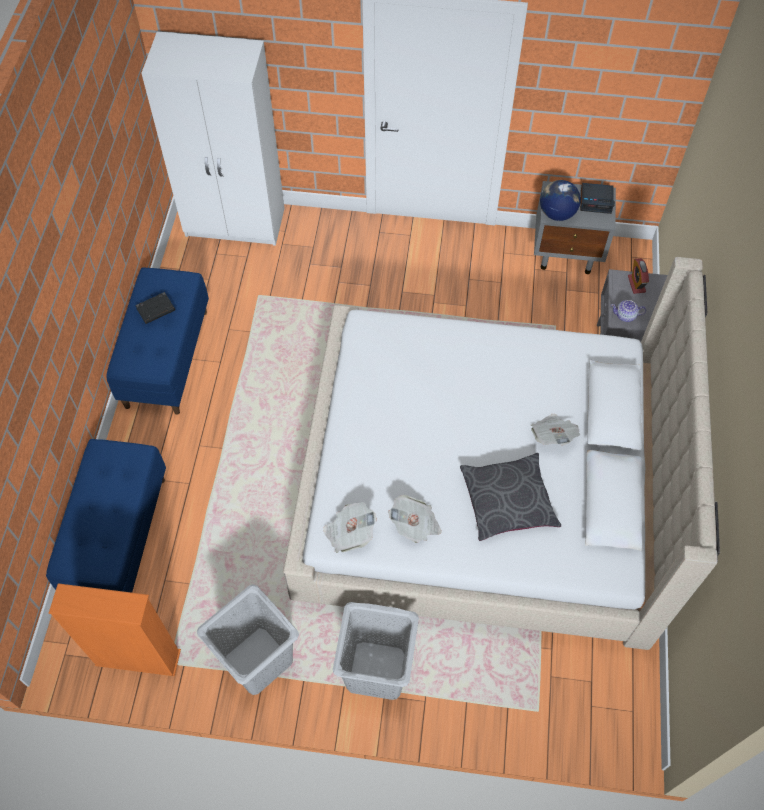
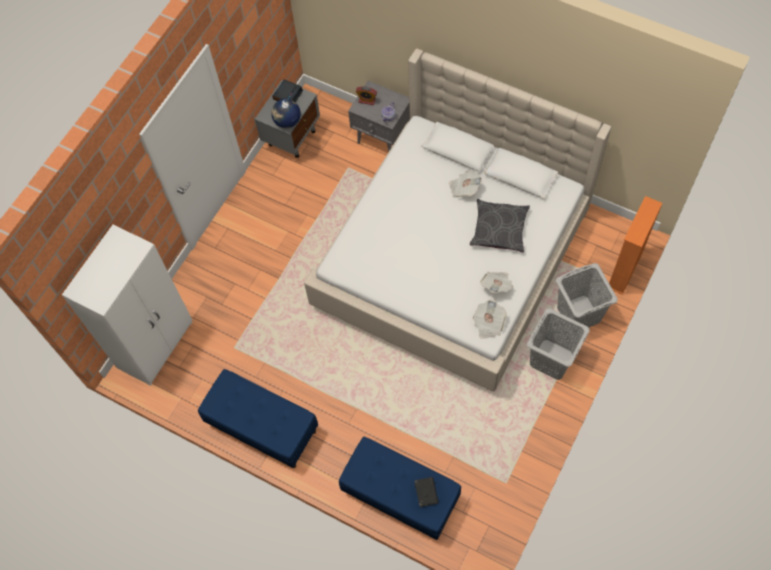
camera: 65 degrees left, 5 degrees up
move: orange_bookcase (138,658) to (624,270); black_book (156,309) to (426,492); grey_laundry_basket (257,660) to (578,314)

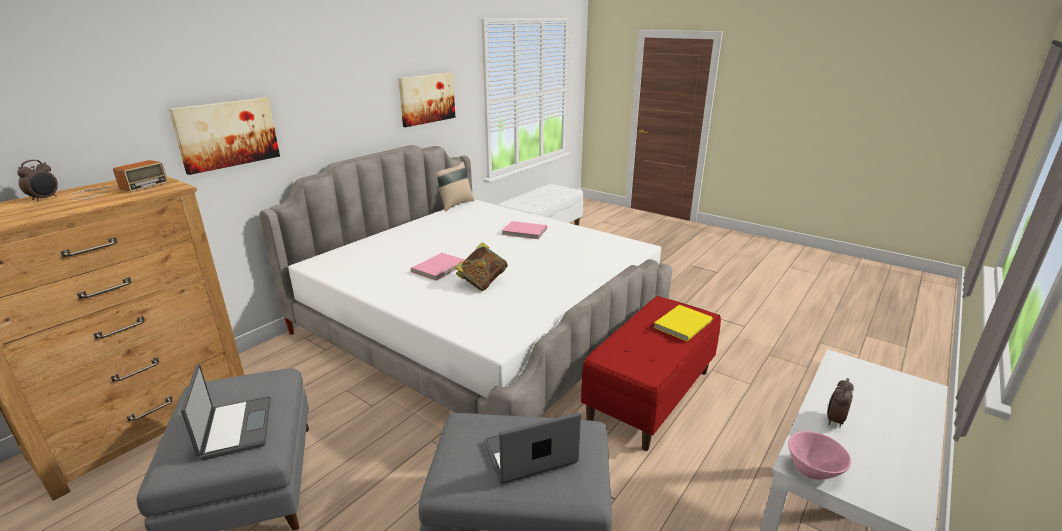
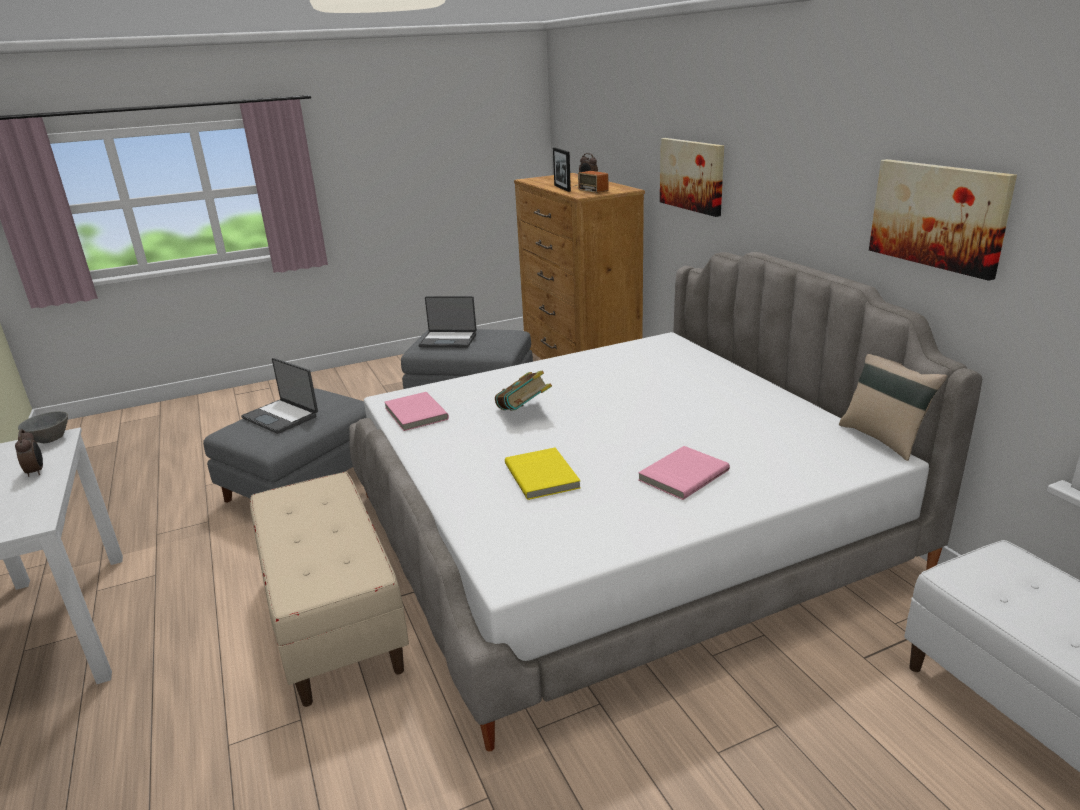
camera: 120 degrees right, 0 degrees up
insert: picture_frame (562,188)
move: pink_book (439,268) to (414,414); yellow_book (681,324) to (543,476)
recolor: red_bench (649,395) to beige_bench (334,619); pink_bowl (814,471) to grey_bowl (49,439)
rotate: laptop (530,455) = (281,417) 120 degrees clockwise

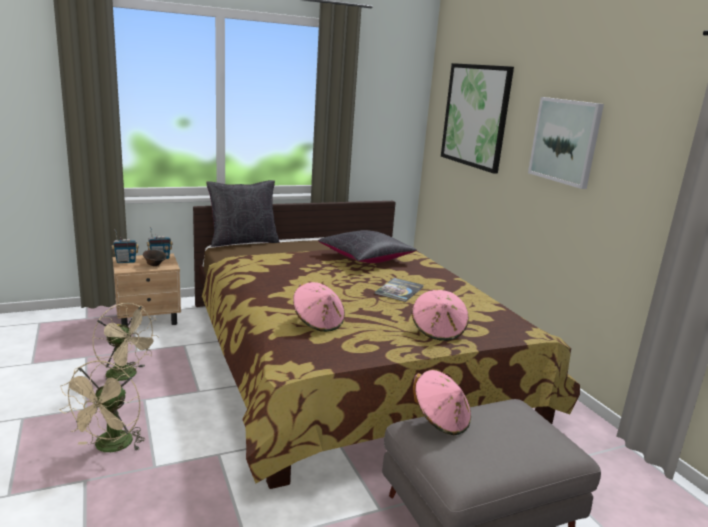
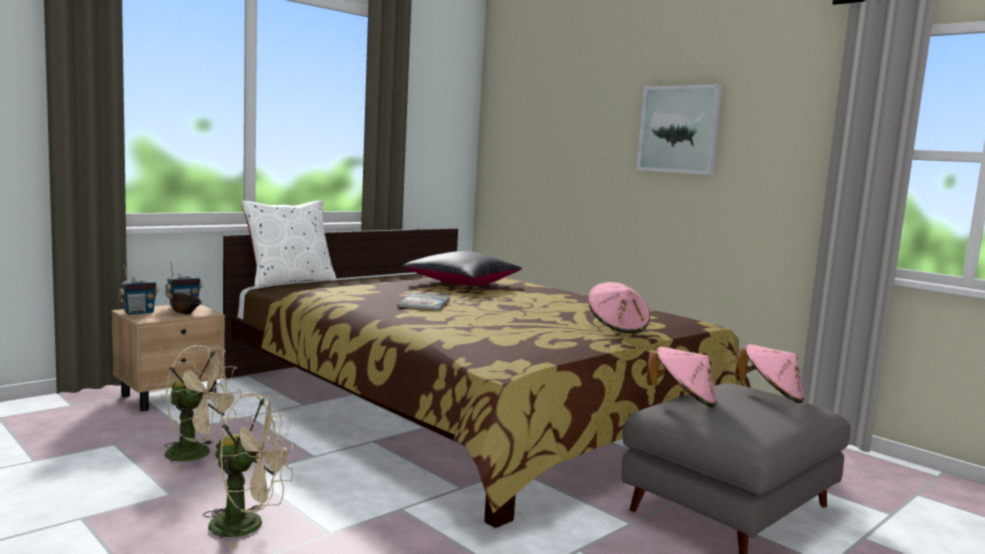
camera: 20 degrees left, 10 degrees down
delete: picture (475,116)
move: pink_hat (318,323) to (770,396); book (399,290) to (424,303)
recolor: black_pillow (243,242) to white_pillow (289,282)
rotate: beige_fan (110,447) = (248,526) 75 degrees counterclockwise

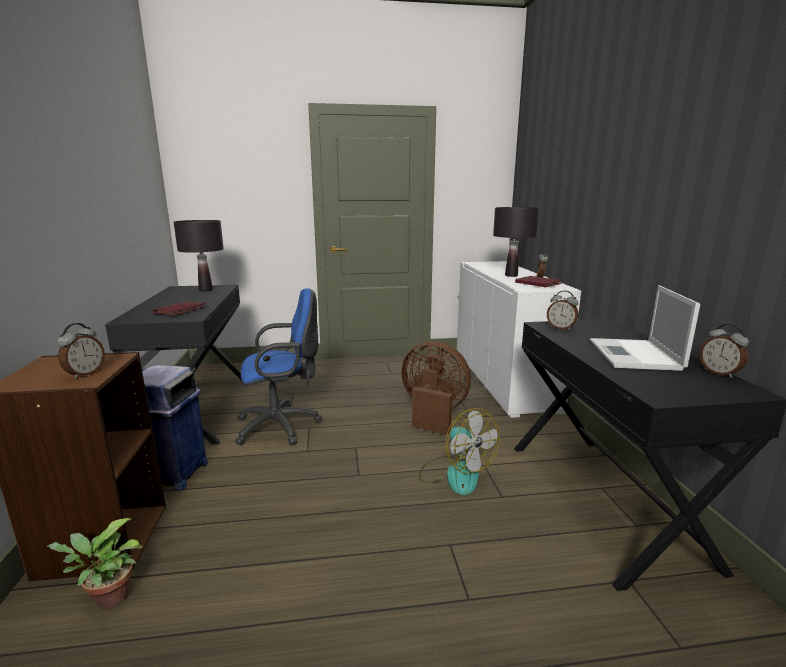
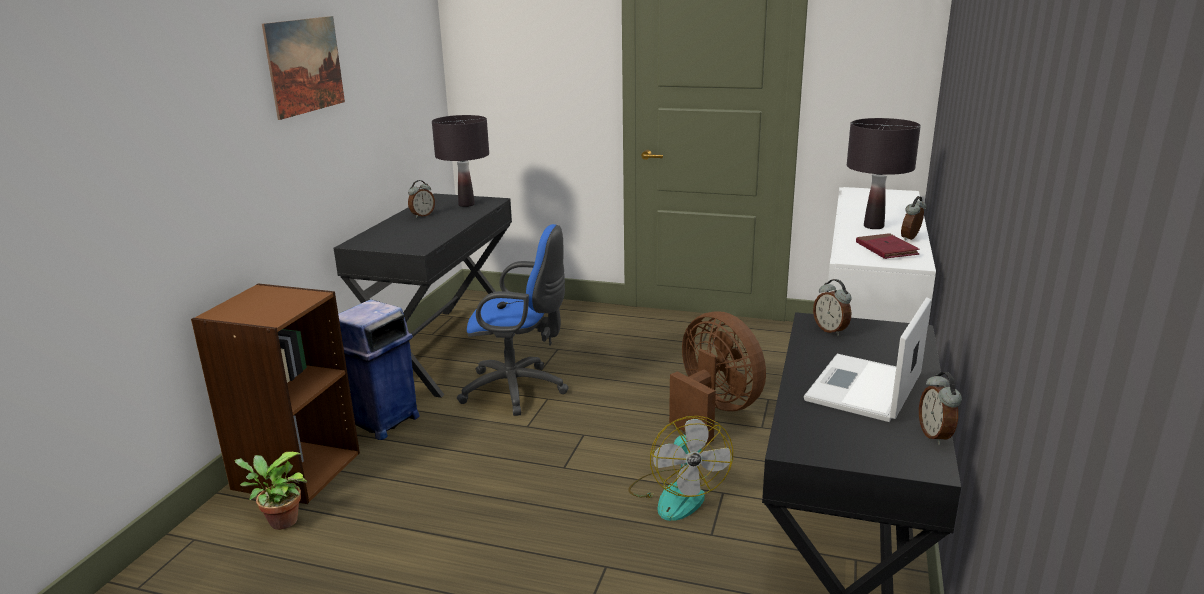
camera: 25 degrees right, 5 degrees up
delete: red_book (180,311)
insert: picture (305,66)
move: alarm_clock (85,374) to (422,215)

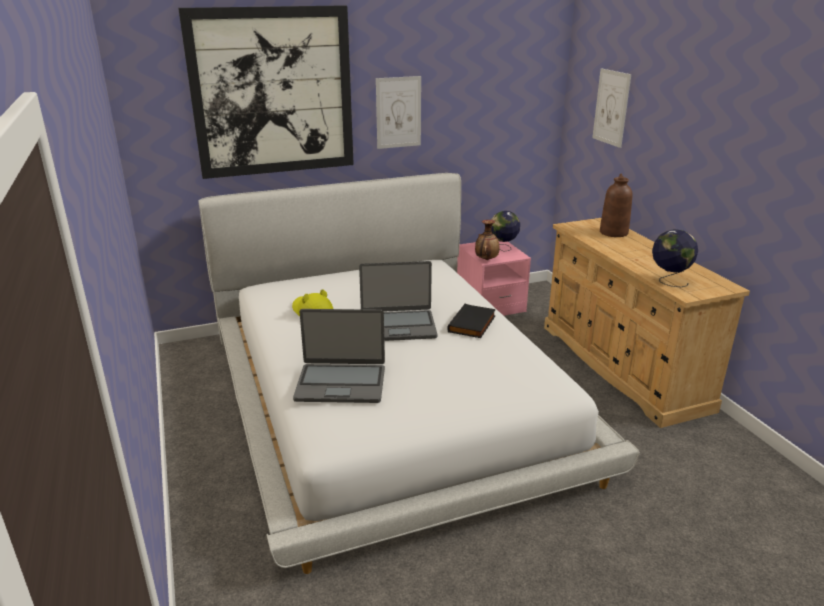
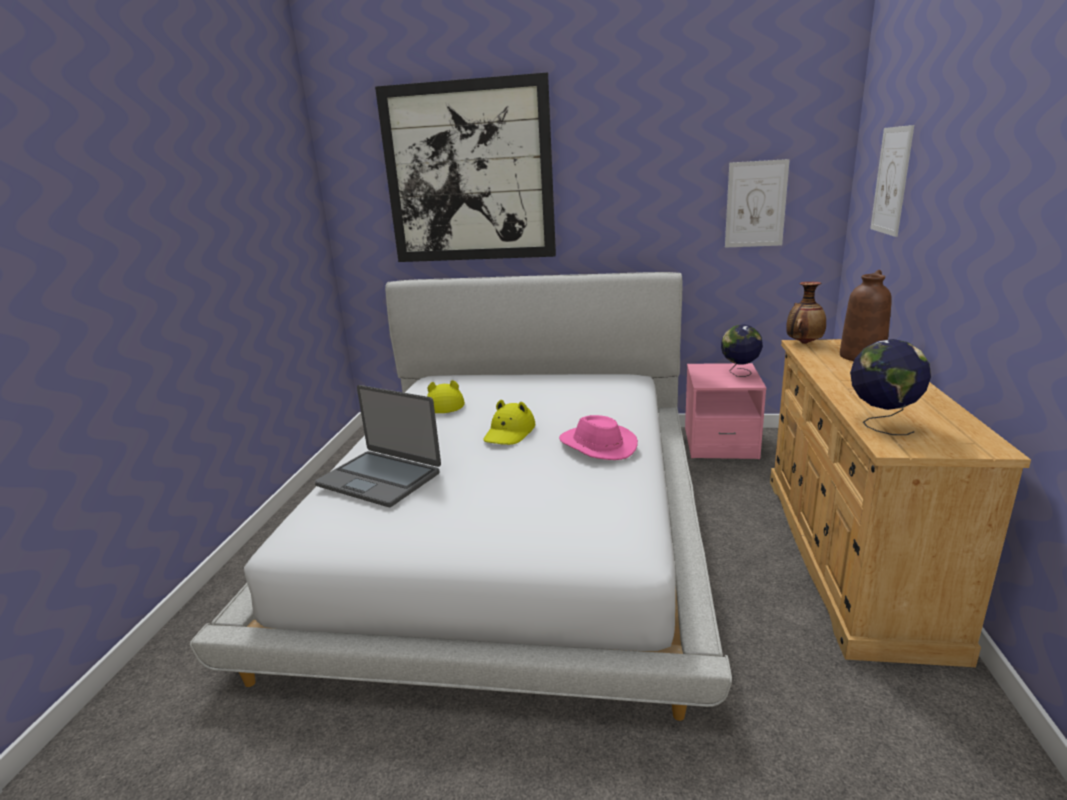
camera: 30 degrees right, 5 degrees down
move: picture (398,112) to (756,204); vase (486,259) to (803,343)
replace: laptop (398,326) to yellow_hat (509,433); black_book (473,324) to pink_hat (596,446)

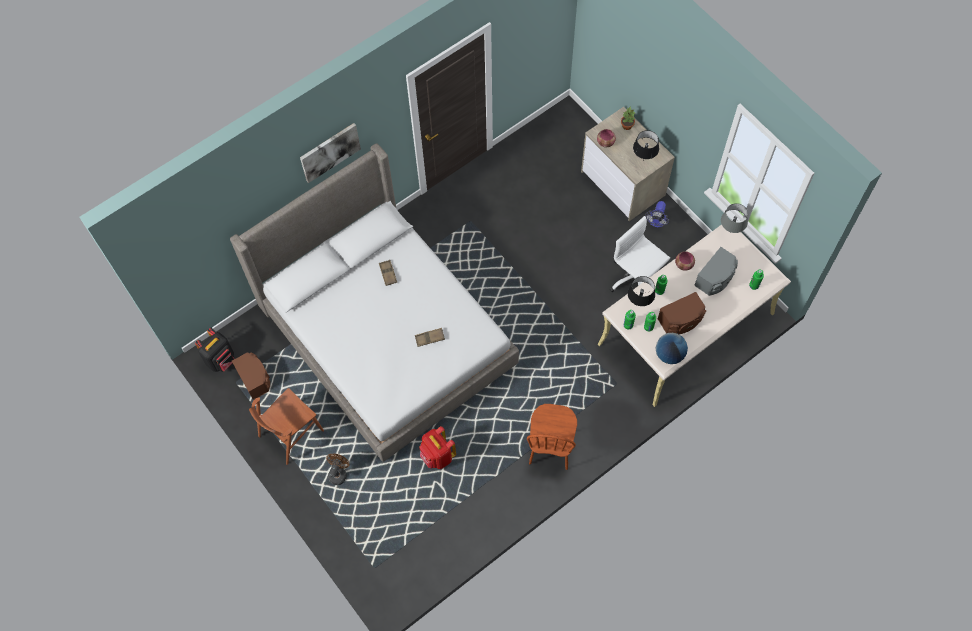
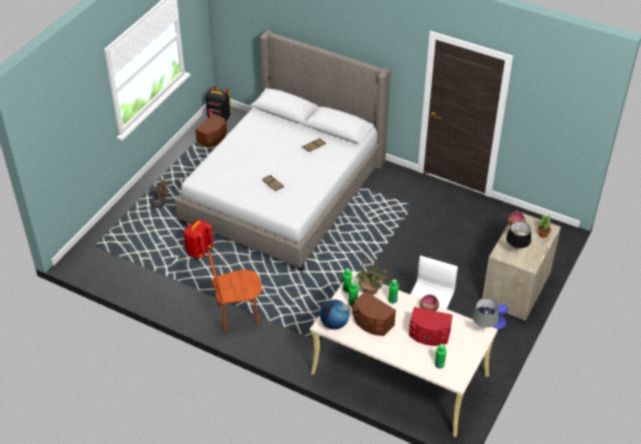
camera: 65 degrees right, 20 degrees down
delete: brown_chair (290,433); picture (330,152)
replace: black_table_lamp (638,305) to potted_plant (370,290)
recolor: grey_speaker (715,278) to red_speaker (429,335)

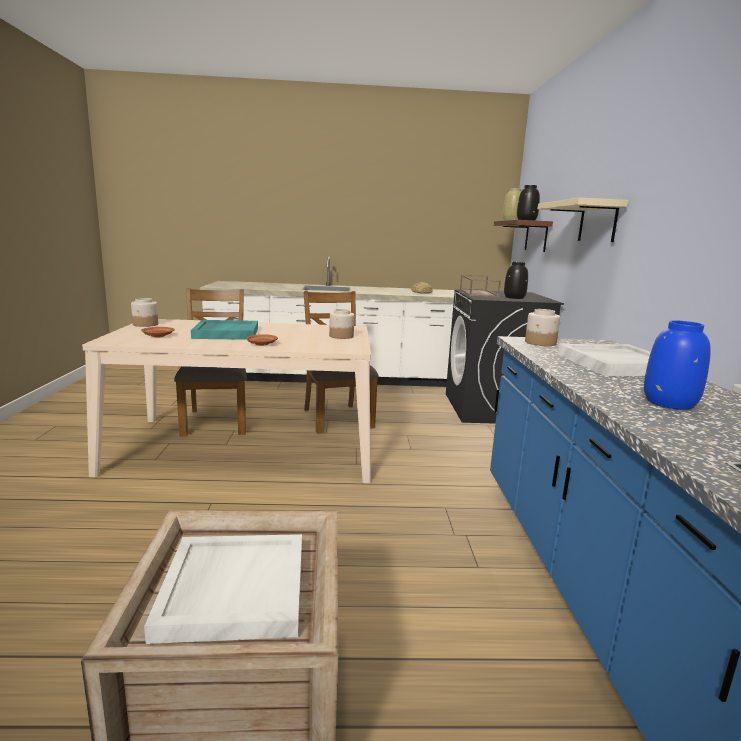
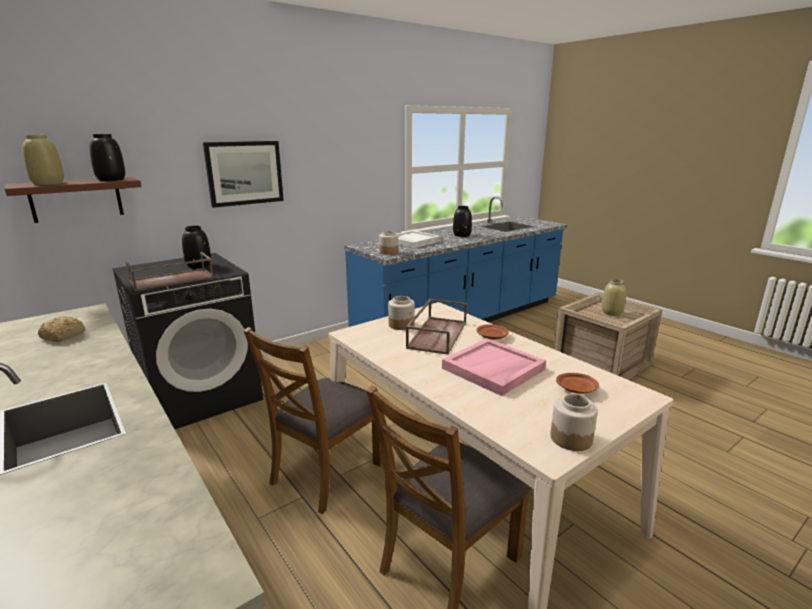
camera: 125 degrees left, 5 degrees up
insert: brown_tray (437,334)
replace: white_tray (233,588) to beige_vase (611,313); beige_shelf (597,222) to picture (244,173)
recolor: turquoise_tray (226,333) to pink_tray (493,369); blue_vase (670,403) to black_vase (461,235)

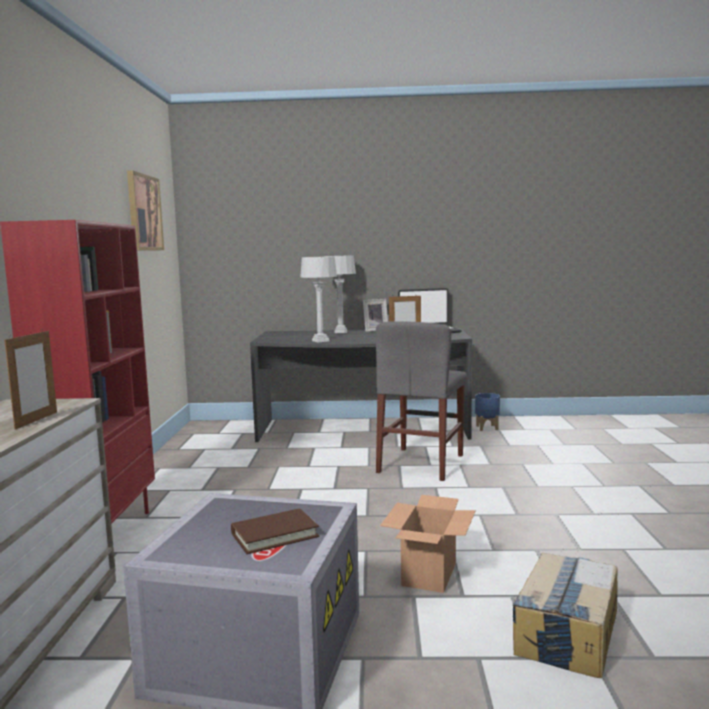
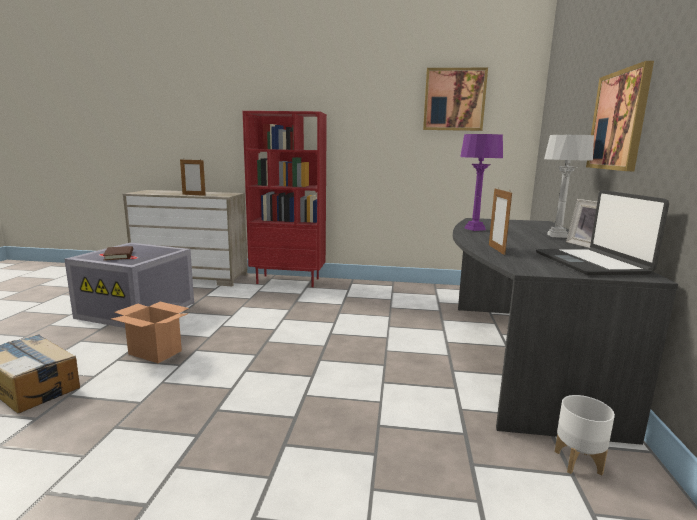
camera: 95 degrees right, 5 degrees up
delete: grey_chair (421,463)
insert: picture (619,121)
recolor: grey_table_lamp (320,341) to purple_table_lamp (474,229); blue_planter (487,428) to white_planter (577,462)

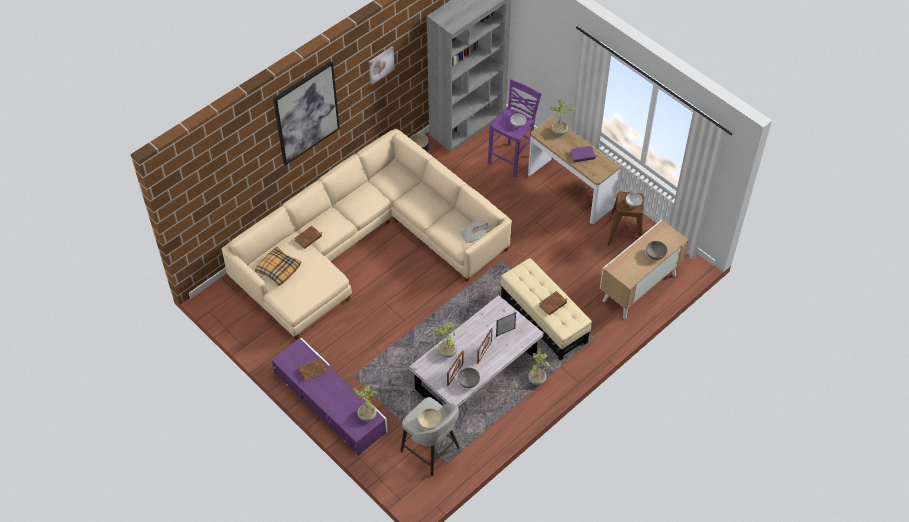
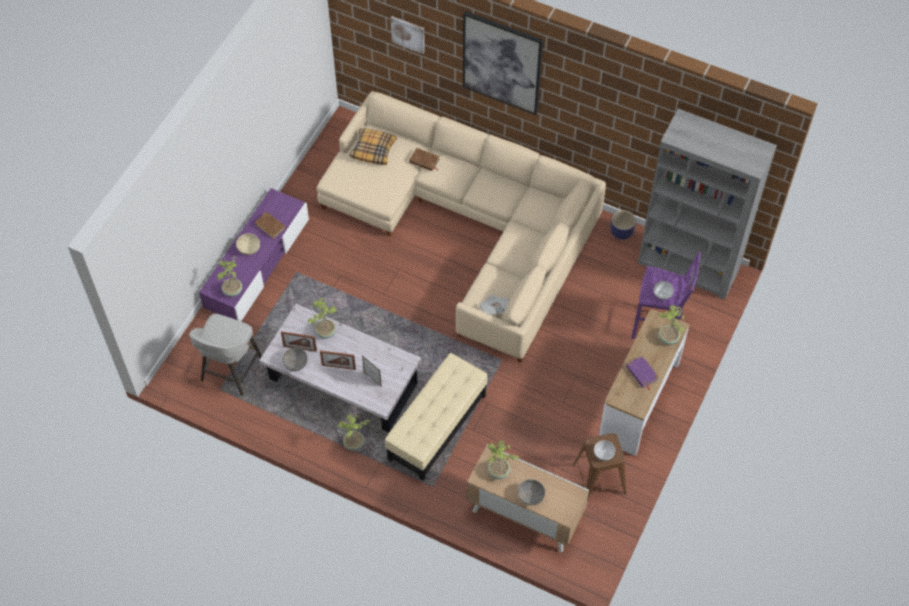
camera: 70 degrees right, 5 degrees up
delete: brown_book (553,304)
insert: potted_plant (498,472)
move: picture (380,64) to (408,34); beige_bowl (430,422) to (249,248)

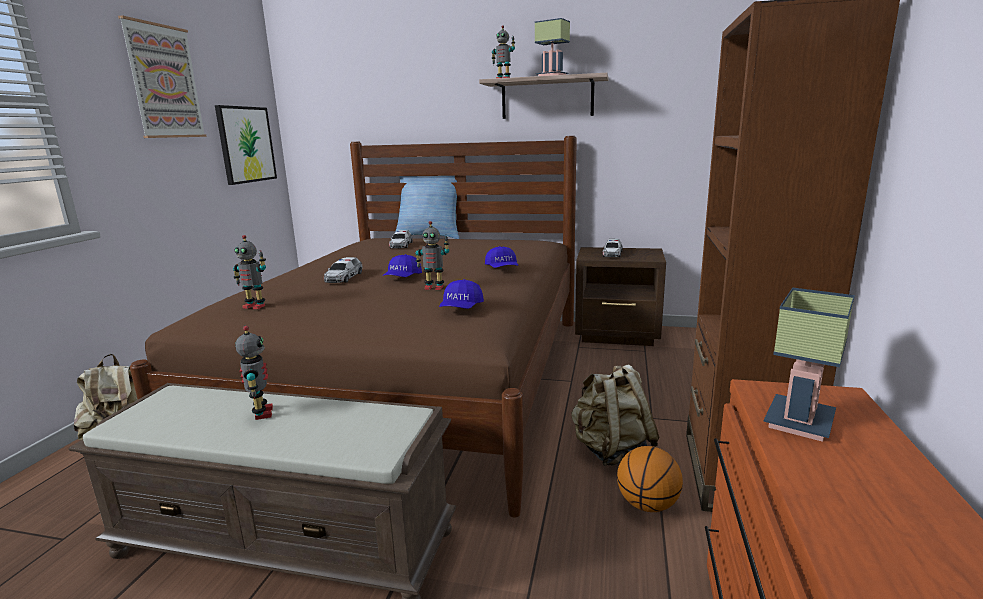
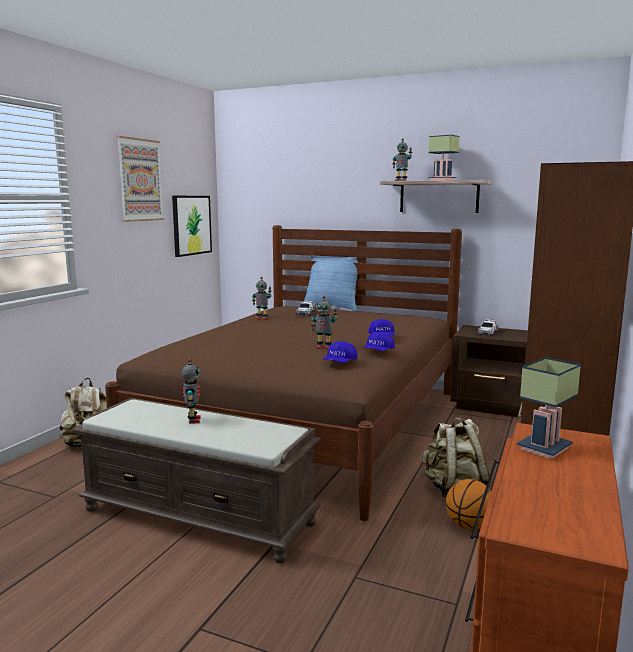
camera: 10 degrees right, 5 degrees down
delete: toy_car (343,277)
move: toy_robot (255,306) to (262,318); blue_cap (402,278) to (378,351)

